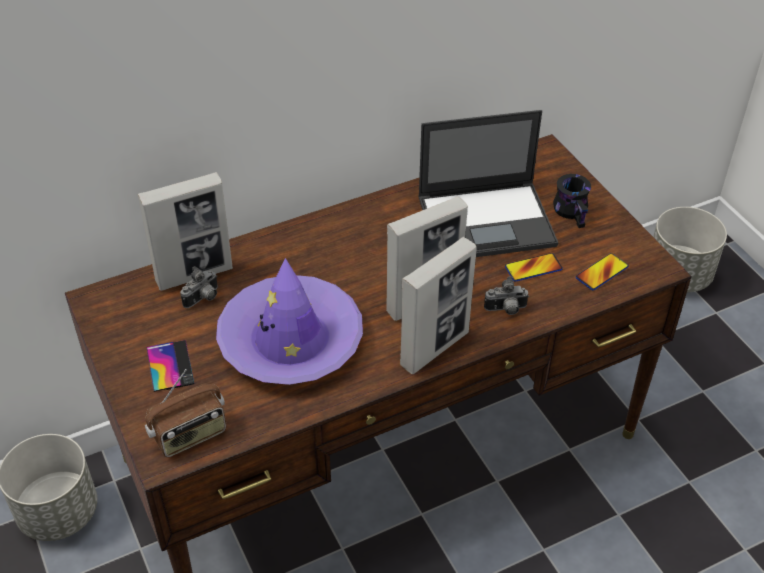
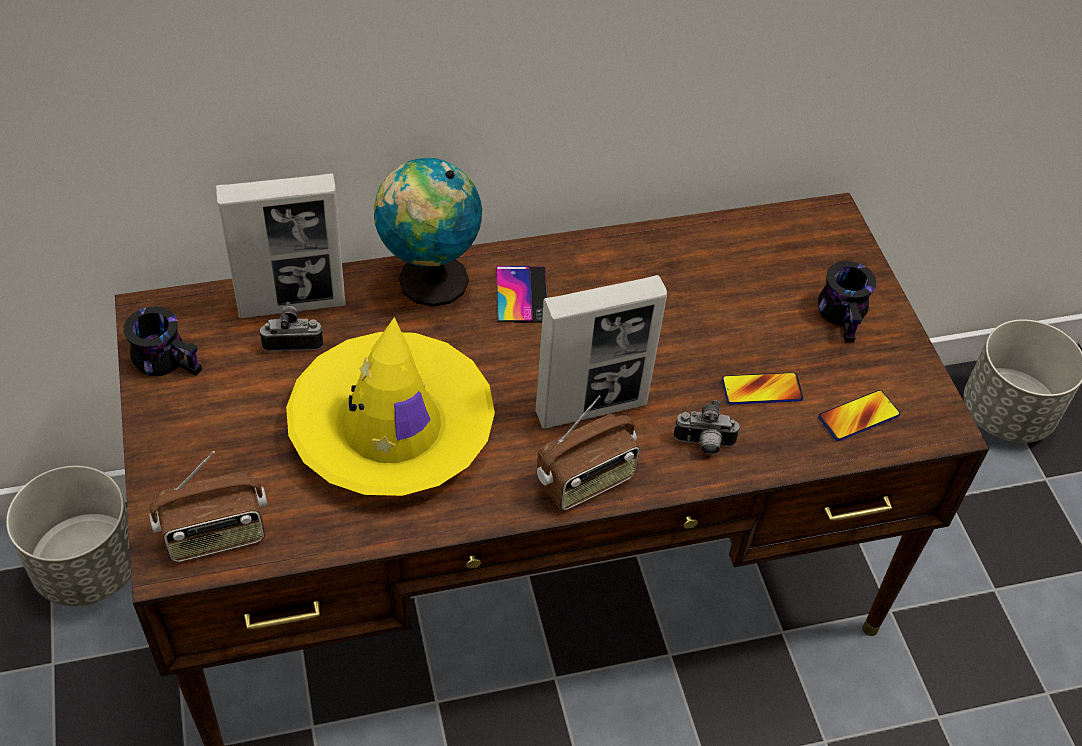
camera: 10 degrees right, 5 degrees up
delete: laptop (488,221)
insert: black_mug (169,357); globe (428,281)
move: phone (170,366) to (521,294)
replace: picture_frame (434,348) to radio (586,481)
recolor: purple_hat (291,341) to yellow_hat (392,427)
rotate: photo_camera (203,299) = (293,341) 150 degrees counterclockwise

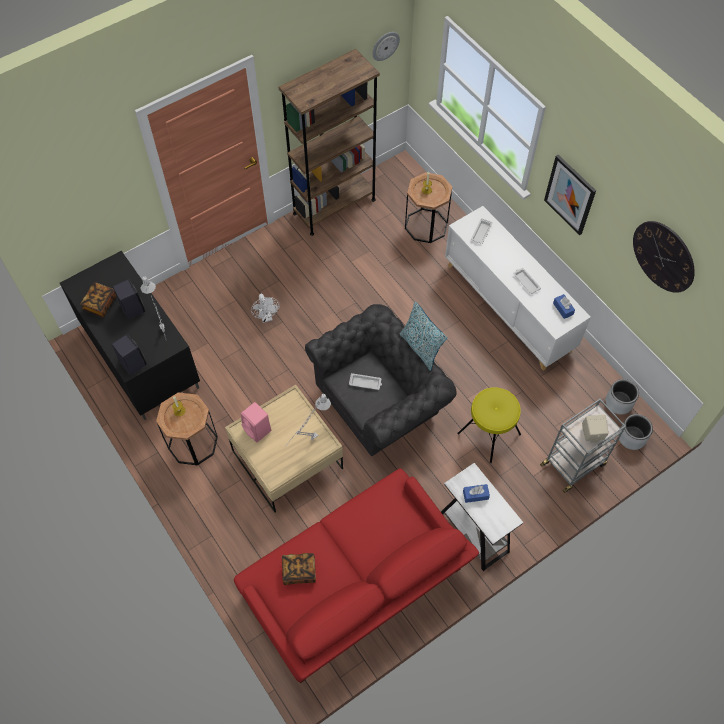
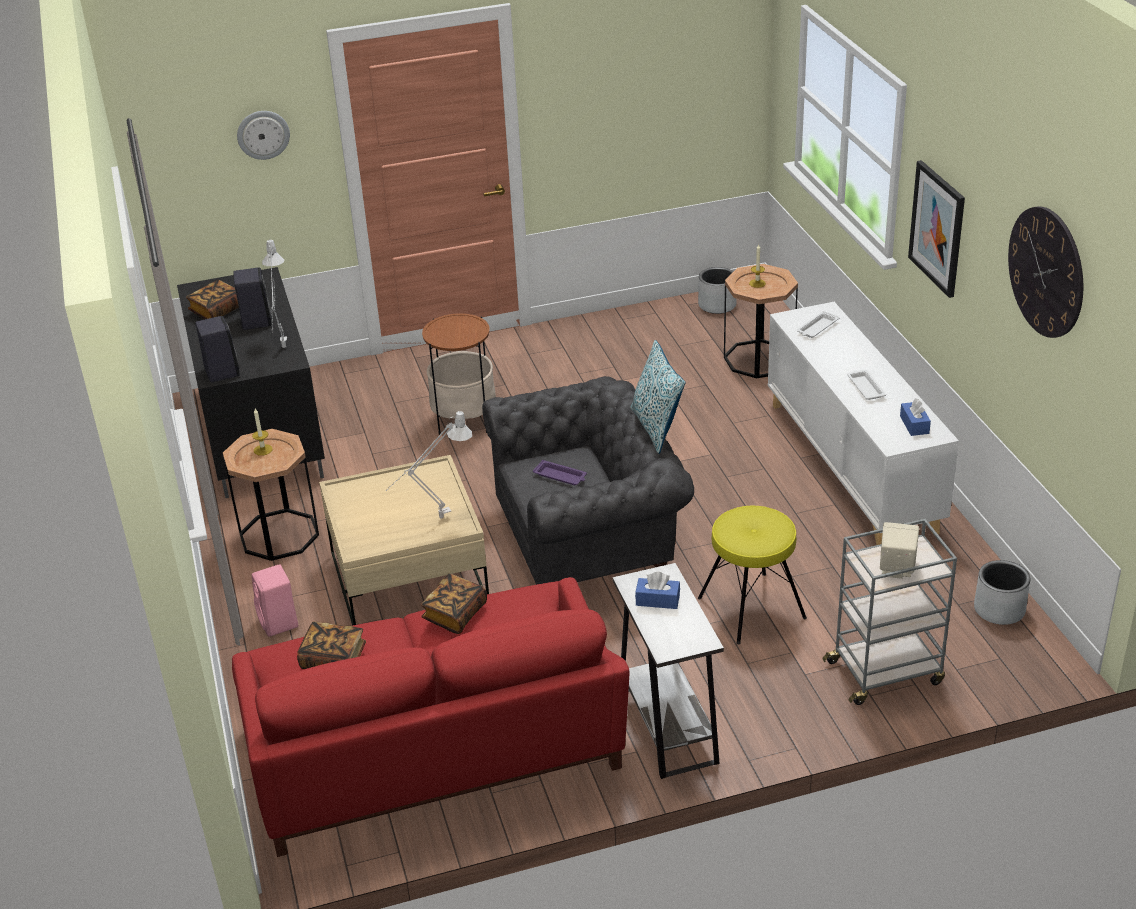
camera: 20 degrees right, 25 degrees down
delete: brown_bookcase (334,206)
insert: book (455,614)
move: pink_speaker (258,430) to (279,623); wall_clock (385,45) to (263,134); grey_planter (631,437) to (717,305)
replace: white_fan (266,317) to side_table (465,419)
recolor: white_tray (365,383) to purple_tray (561,476)

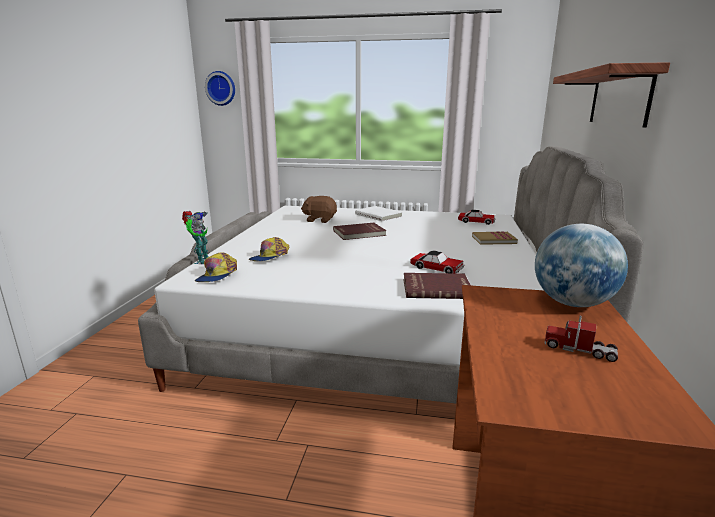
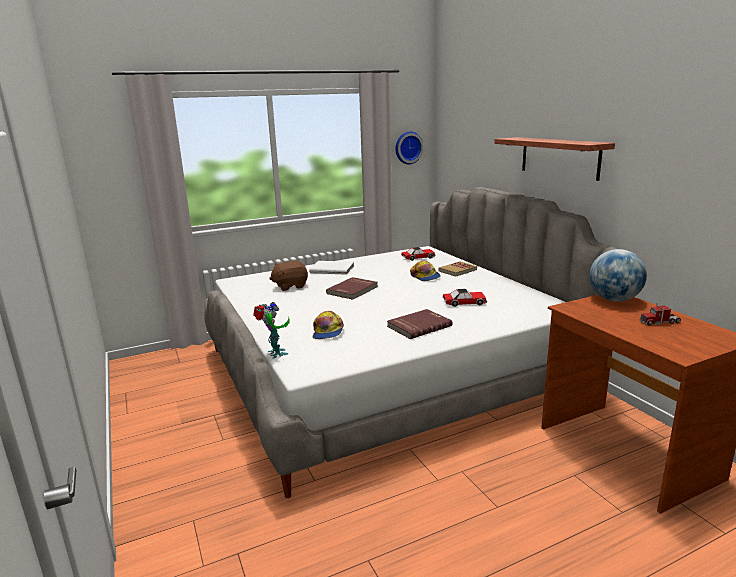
camera: 35 degrees left, 0 degrees up
move: cap (217,276) to (425,276); wall_clock (221,88) to (408,147); red_book (436,288) to (418,326)

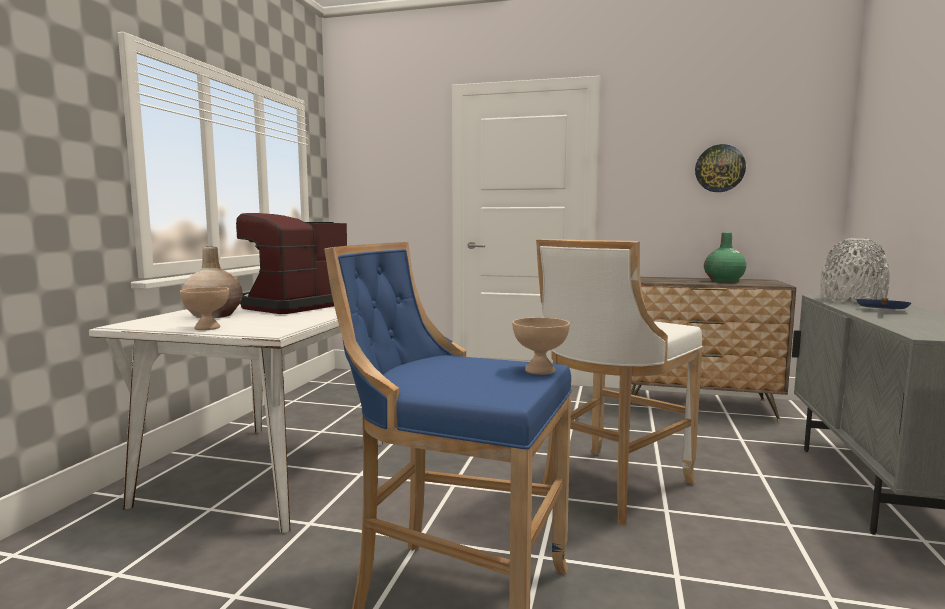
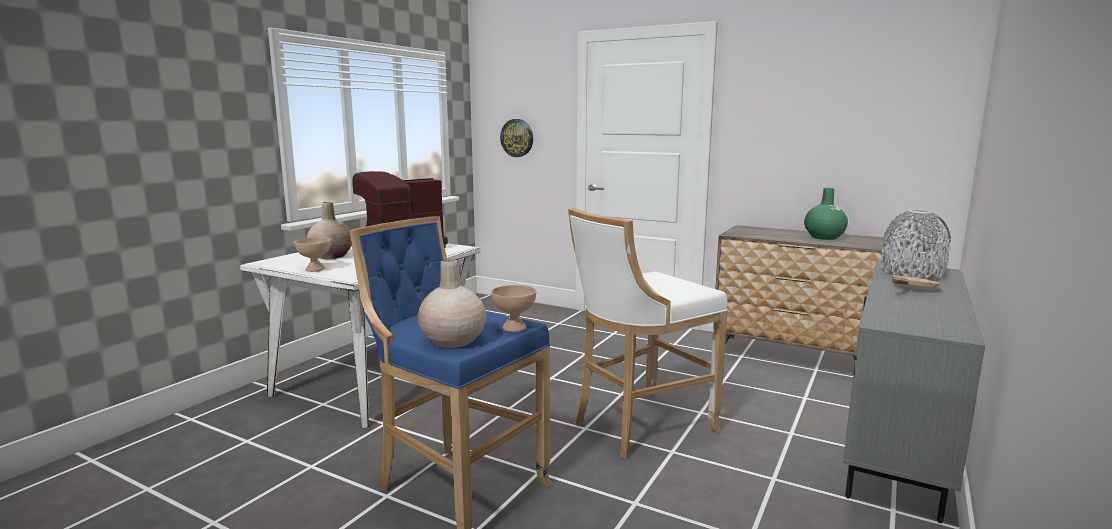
camera: 15 degrees right, 5 degrees up
insert: beige_vase (452,341)
move: wall_clock (719,168) to (517,138)
recolor: blue_frying_pan (882,310) to beige_frying_pan (912,289)

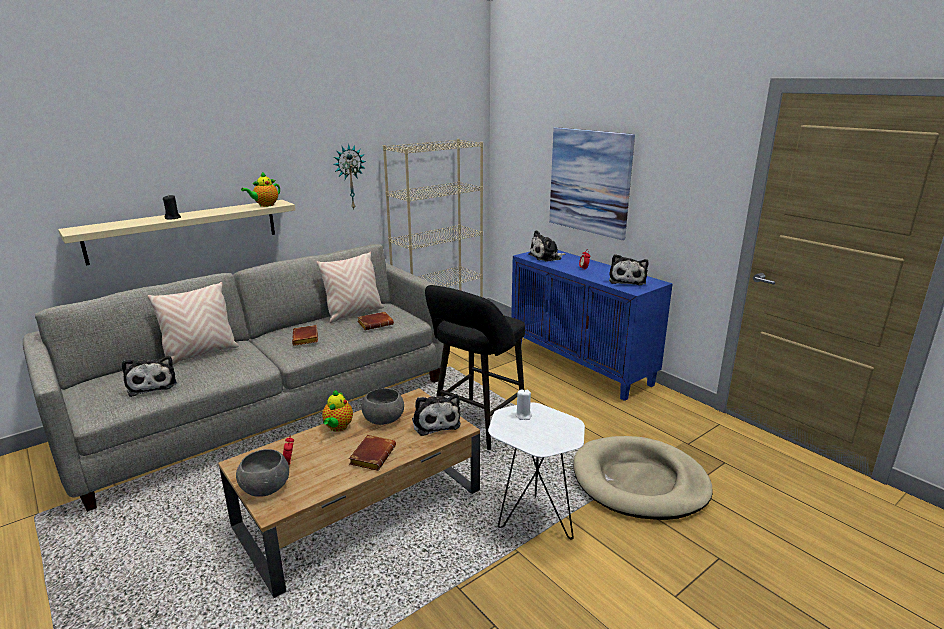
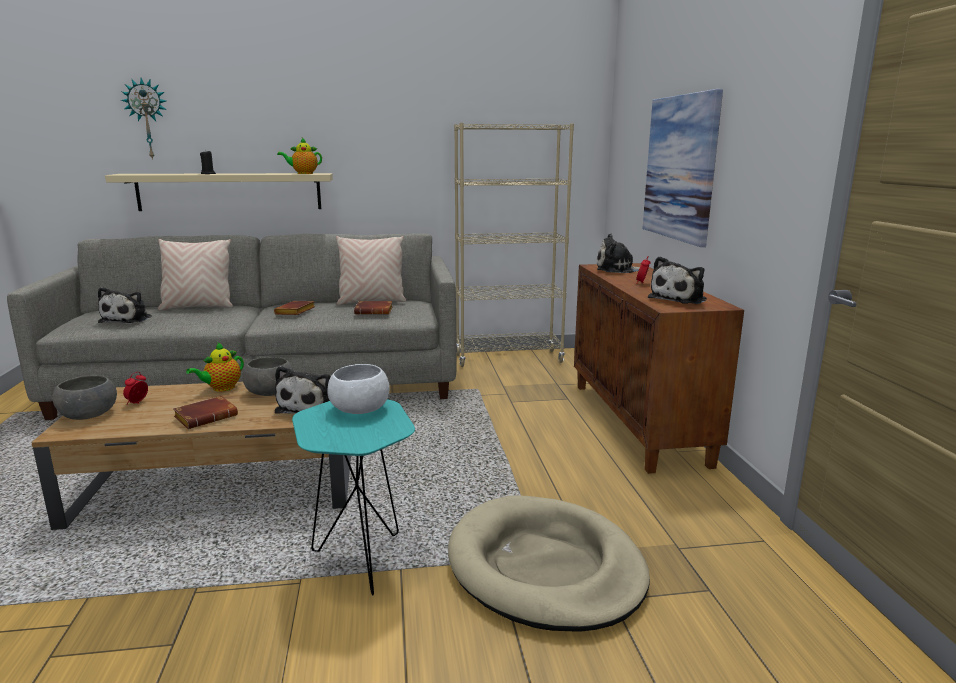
camera: 30 degrees right, 5 degrees down
delete: black_stool (476,426)
move: wall_clock (349,177) to (147,119)
replace: white_candle (523,415) to white_bowl (359,409)
recolor: white_side_table (532,519) to turquoise_side_table (360,557); blue_cabinet (581,365) to brown_cabinet (638,422)

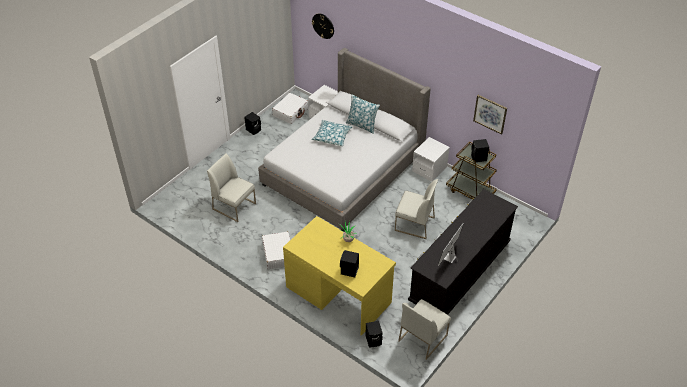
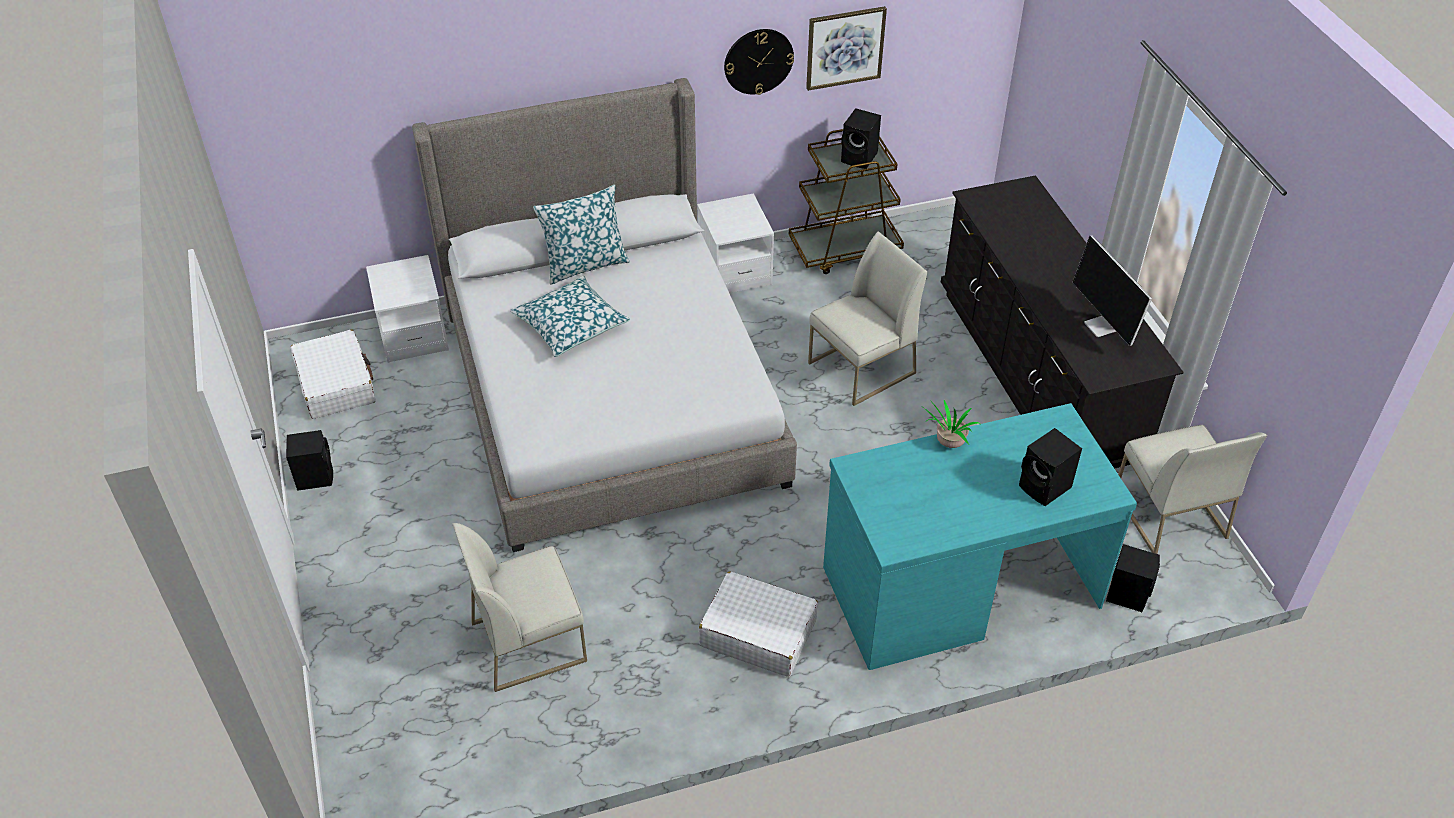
camera: 55 degrees left, 0 degrees up
move: wall_clock (323,25) to (758,61)
recolor: yellow_desk (338,294) to turquoise_desk (959,586)

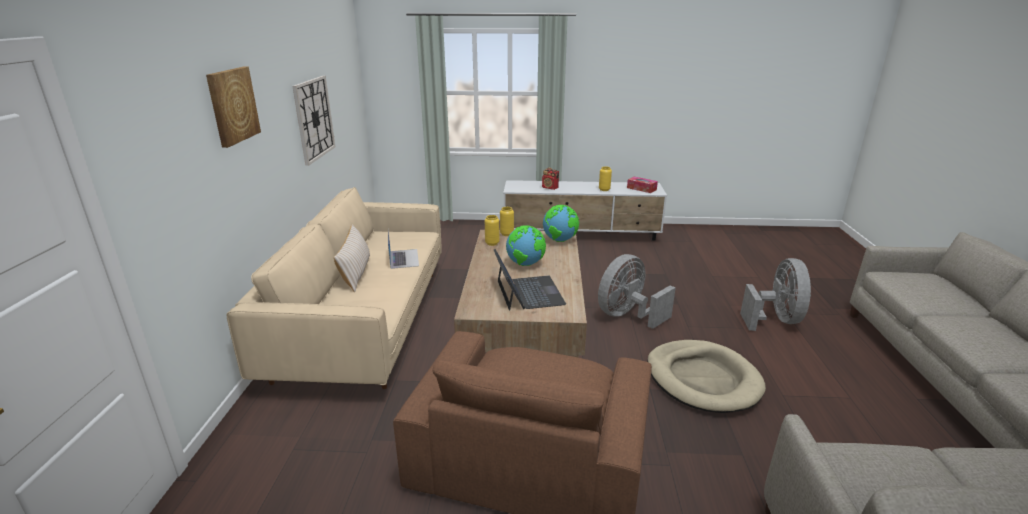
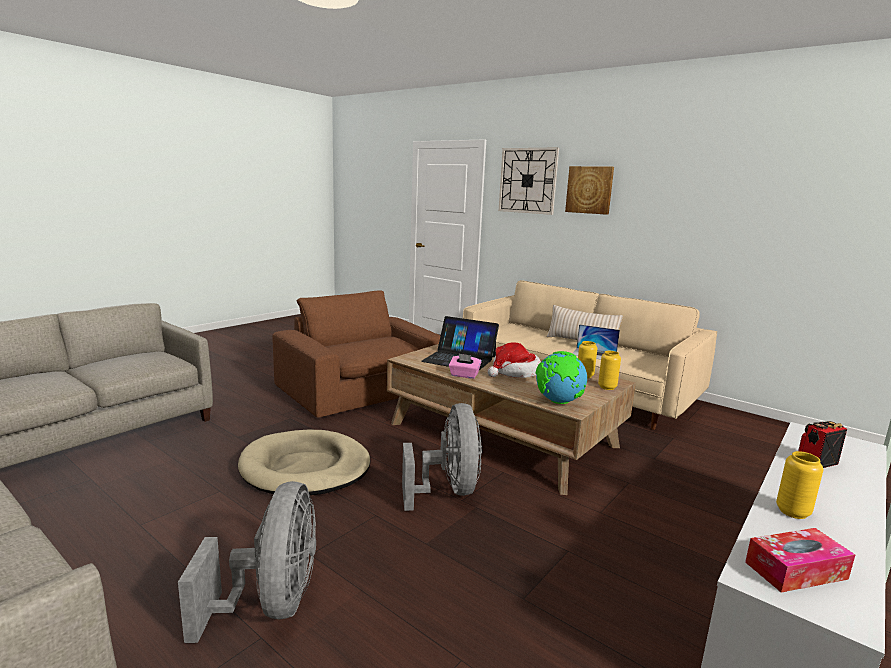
camera: 125 degrees right, 10 degrees down
insert: pink_tissue_box (464,375)
move: wall_clock (314,119) to (528,180)
replace: globe (525,264) to hat (514,372)
rotate: grey_fan (775,320) = (272,604) 135 degrees counterclockwise

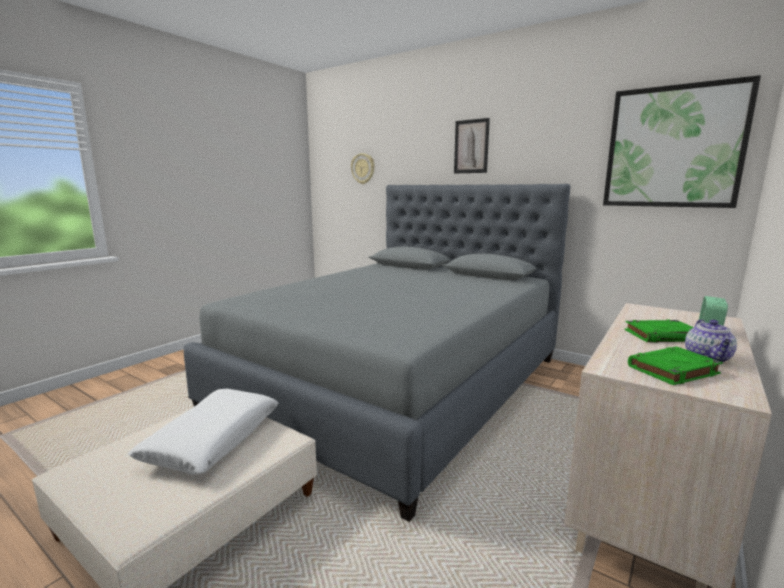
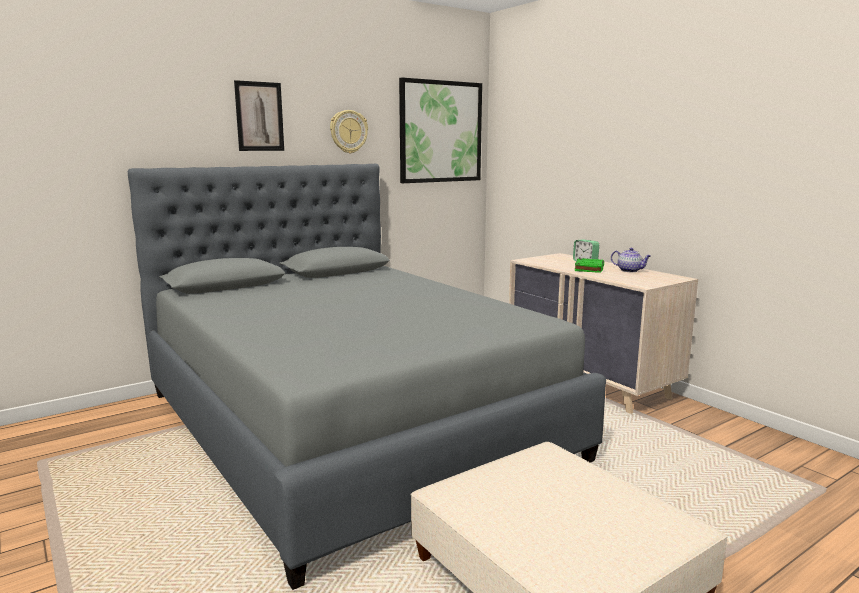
camera: 70 degrees left, 0 degrees up
delete: white_pillow (213,440); green_book (672,370)
move: wall_clock (363,168) to (348,131)

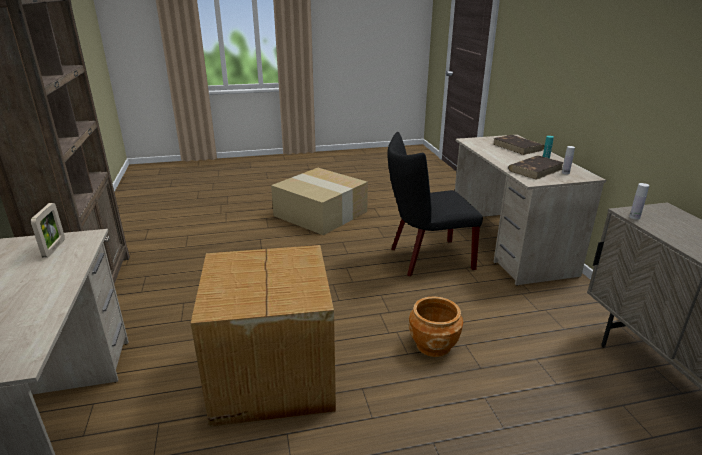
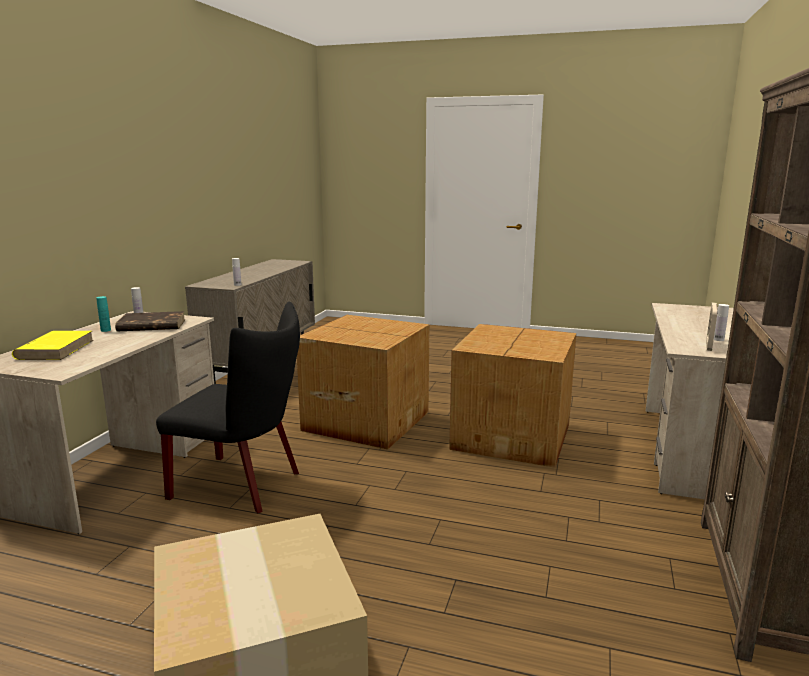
camera: 150 degrees left, 10 degrees down
insert: white_bottle (718,339)
replace: brown_planter (433,345) to cardboard_box (366,420)
recolor: brown_book (518,147) to yellow_book (55,349)

